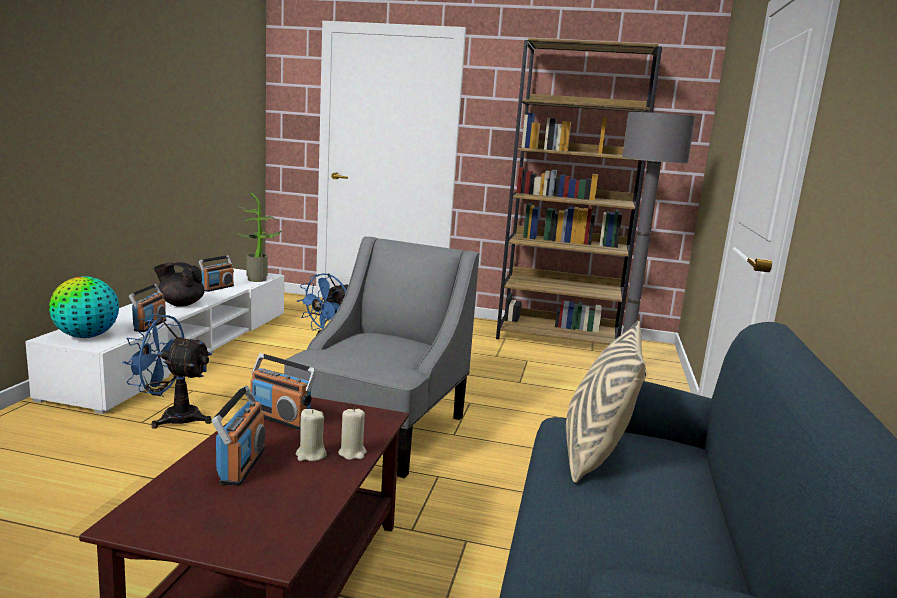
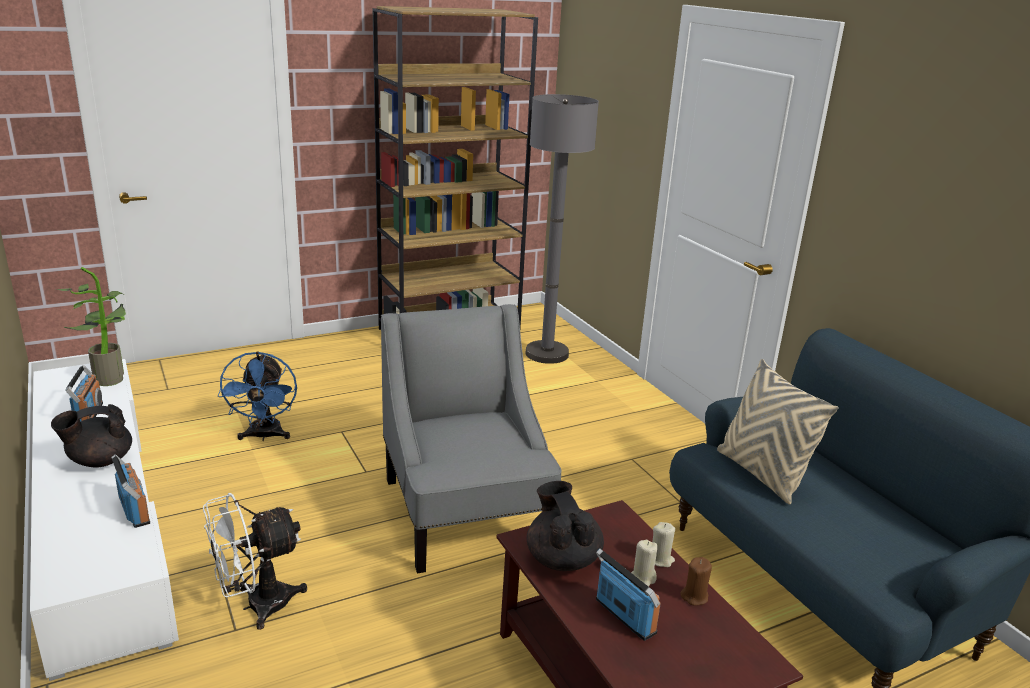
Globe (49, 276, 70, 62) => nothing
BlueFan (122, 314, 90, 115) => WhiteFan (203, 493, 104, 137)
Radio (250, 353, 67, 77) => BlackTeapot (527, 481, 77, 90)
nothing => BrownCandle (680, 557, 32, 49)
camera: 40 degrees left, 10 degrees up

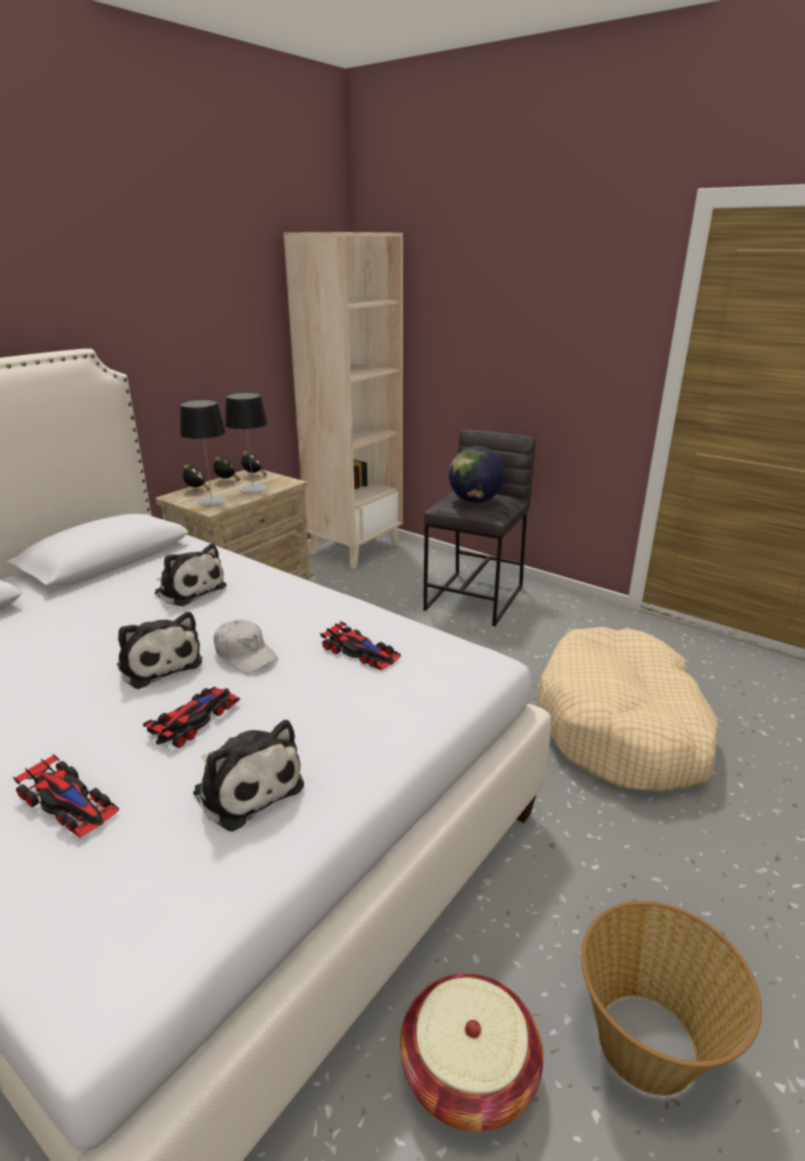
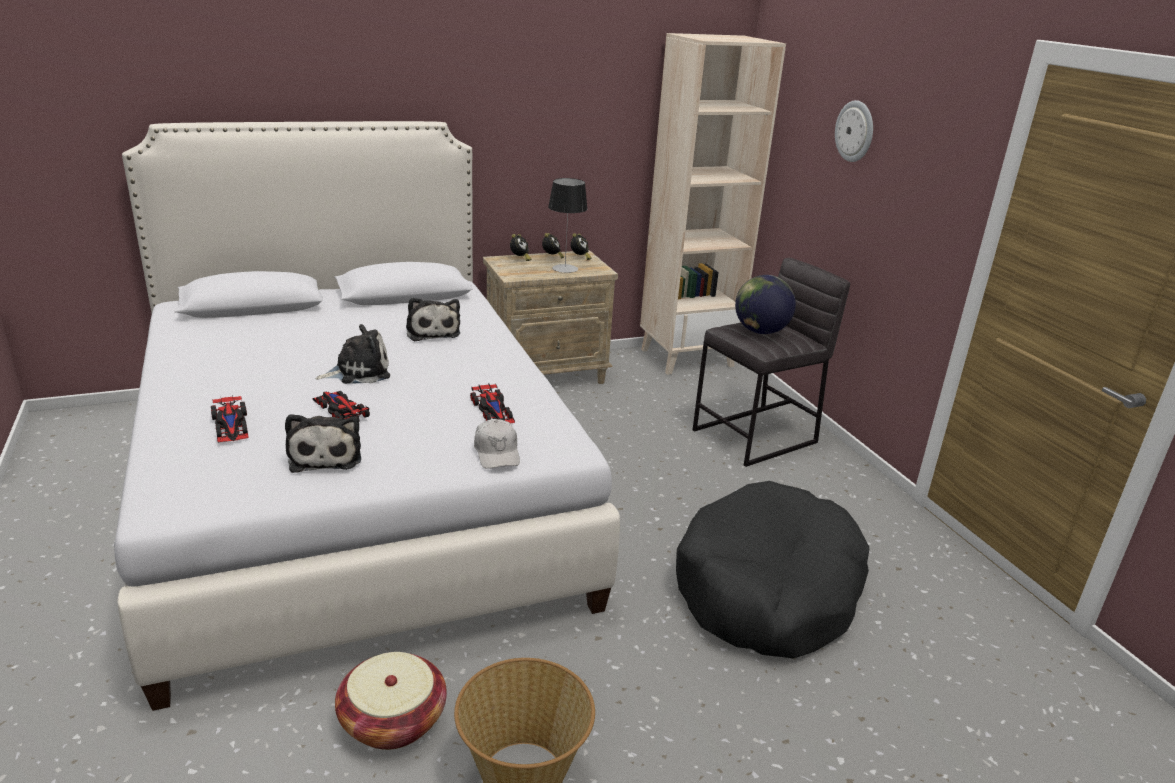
TableLamp (180, 400, 47, 106) => nothing
PlushToy (117, 612, 85, 77) => PlushToy (315, 324, 75, 60), 105 degrees counterclockwise
WhiteCap (214, 619, 64, 54) => WhiteCap (474, 419, 46, 50), shifted
BeigeDogBed (537, 627, 181, 165) => BlackDogBed (676, 481, 193, 178)
ToyCar (143, 687, 97, 61) => ToyCar (313, 391, 57, 30), 105 degrees counterclockwise
nothing => WallClock (835, 100, 38, 62)
camera: 30 degrees right, 0 degrees up

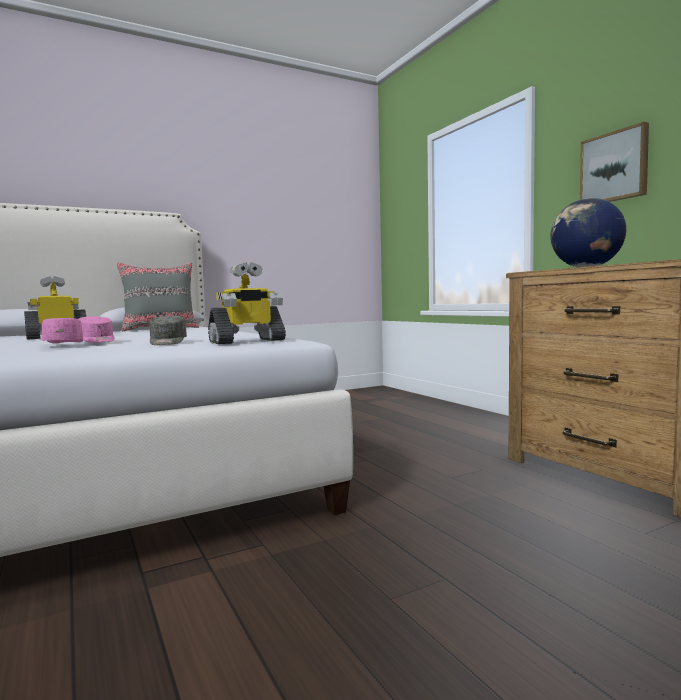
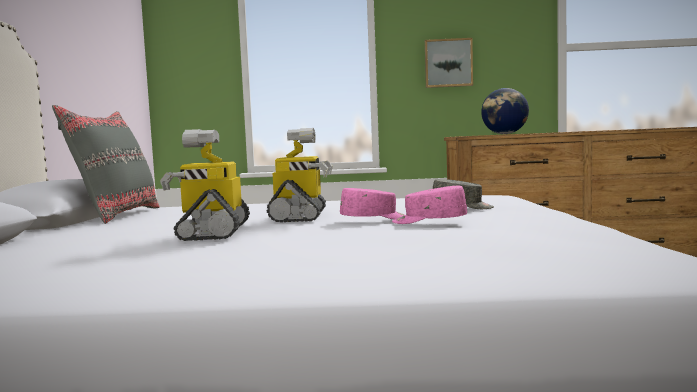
ToyRobot (208, 262, 78, 82) => ToyRobot (267, 128, 66, 94), shifted
camera: 60 degrees left, 0 degrees up

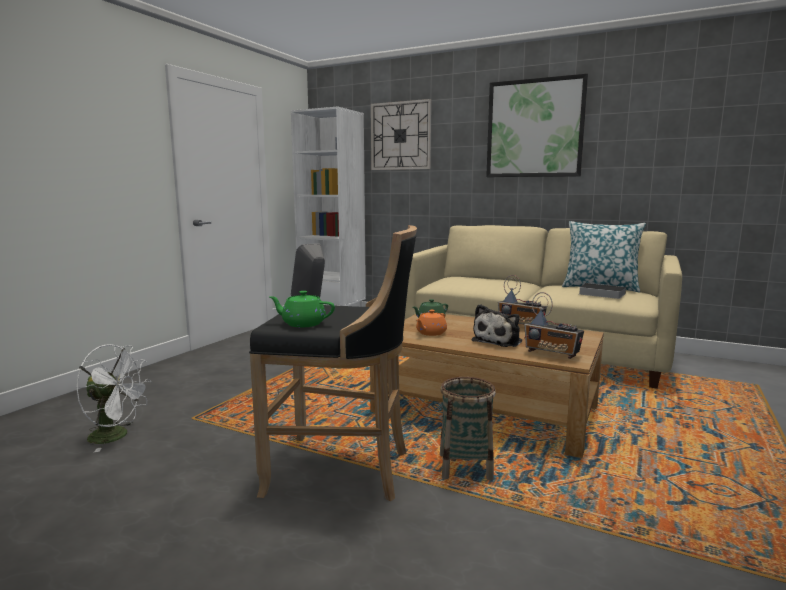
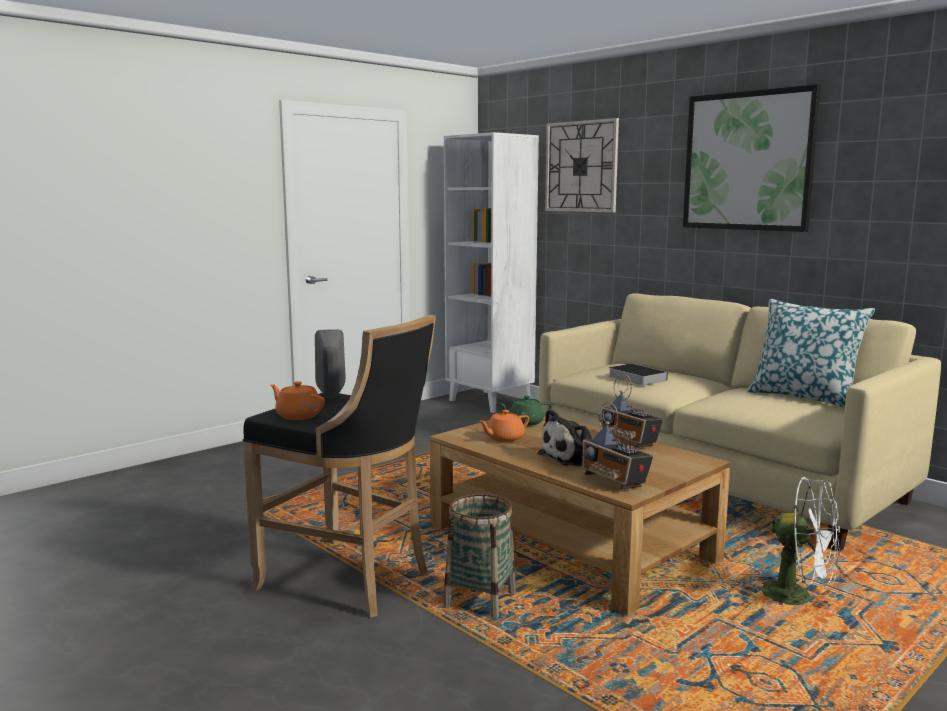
Book (579, 283, 47, 16) => Book (608, 364, 60, 21), shifted
GreenTeapot (269, 291, 66, 36) => OrangeTeapot (270, 381, 55, 39)
WhiteFan (76, 344, 75, 108) => WhiteFan (758, 477, 82, 128), shifted
camera: 20 degrees right, 0 degrees up

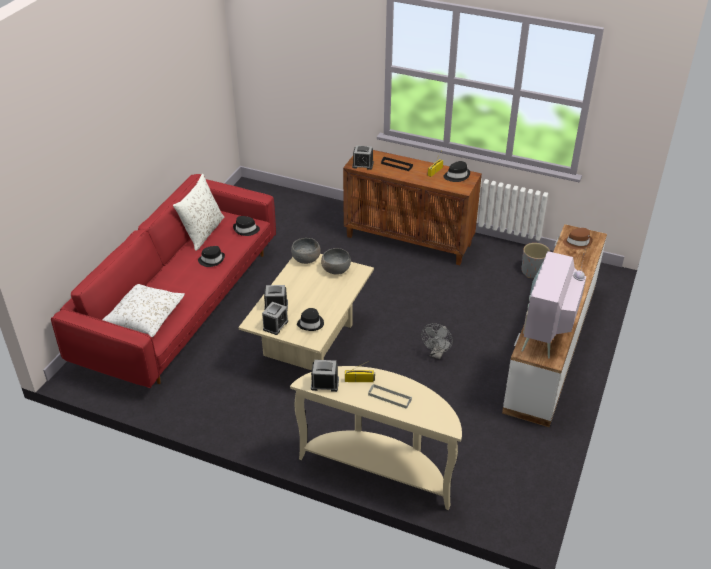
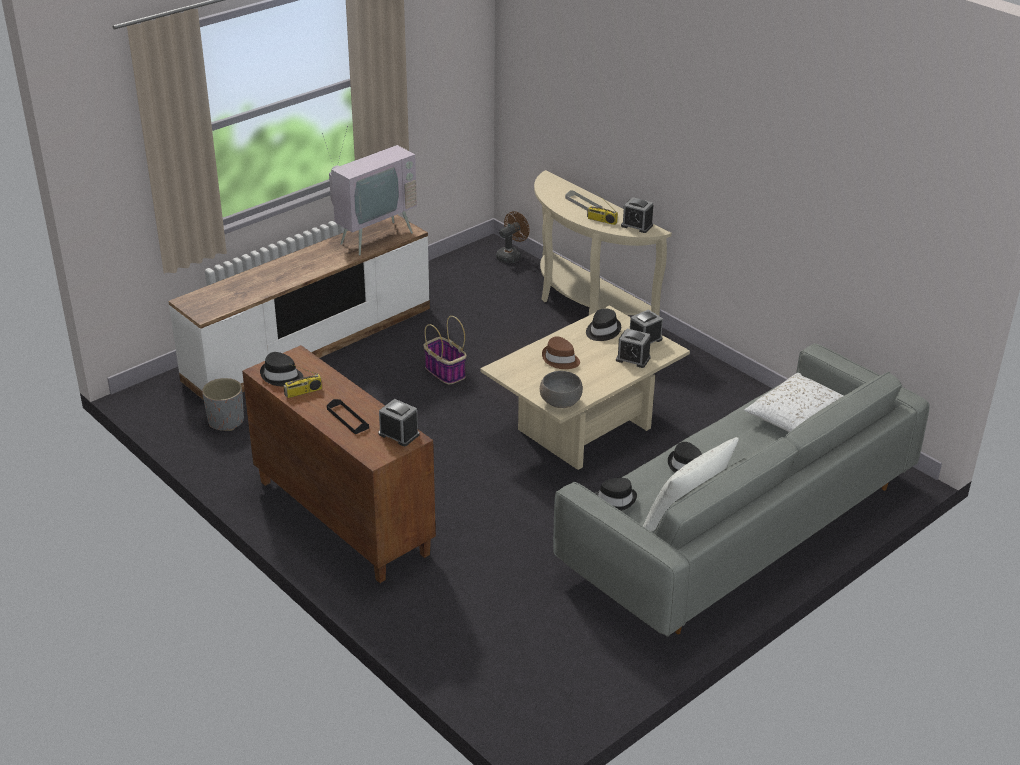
RedSofa (51, 174, 225, 214) => GreySofa (553, 344, 377, 293)
BrownHat (563, 228, 30, 22) => BrownHat (542, 336, 38, 33), shifted
GreyBowl (321, 248, 30, 27) => nothing
GreyFan (421, 323, 32, 36) => Basket (424, 316, 43, 68)
nothing => BrownFan (496, 211, 34, 52)
camera: 155 degrees left, 5 degrees down

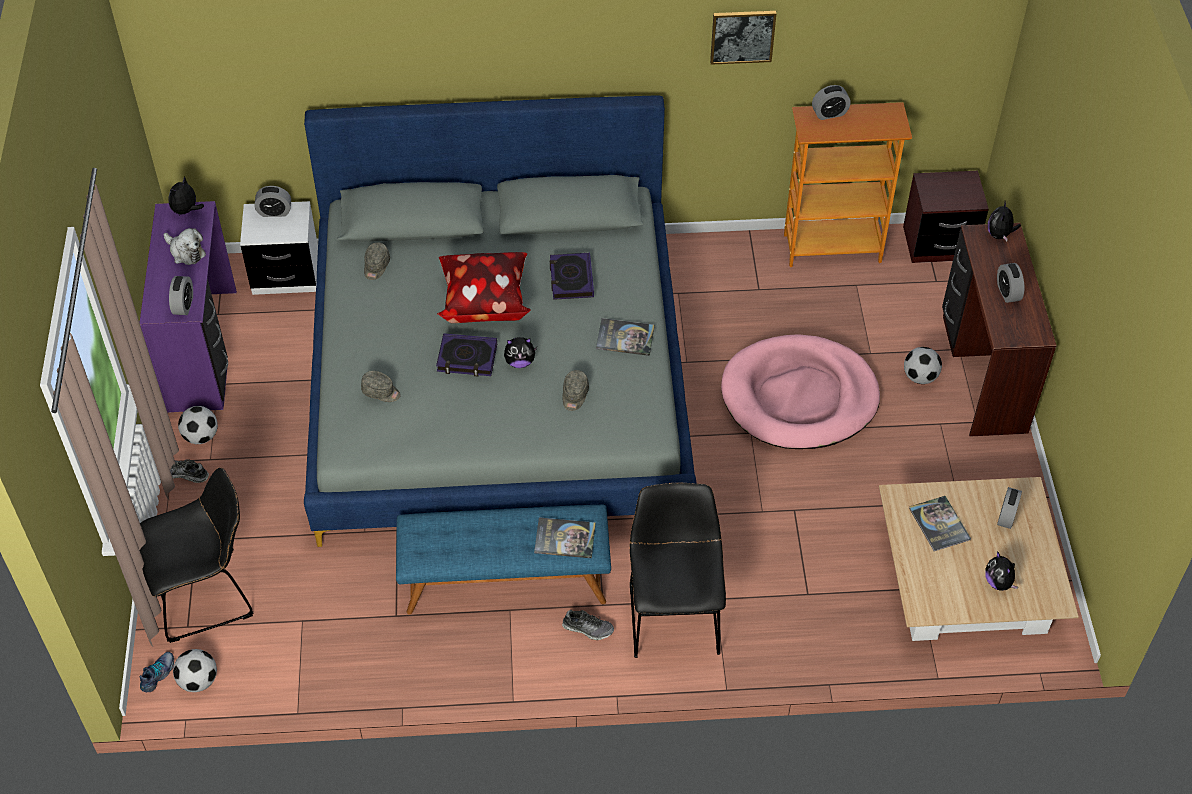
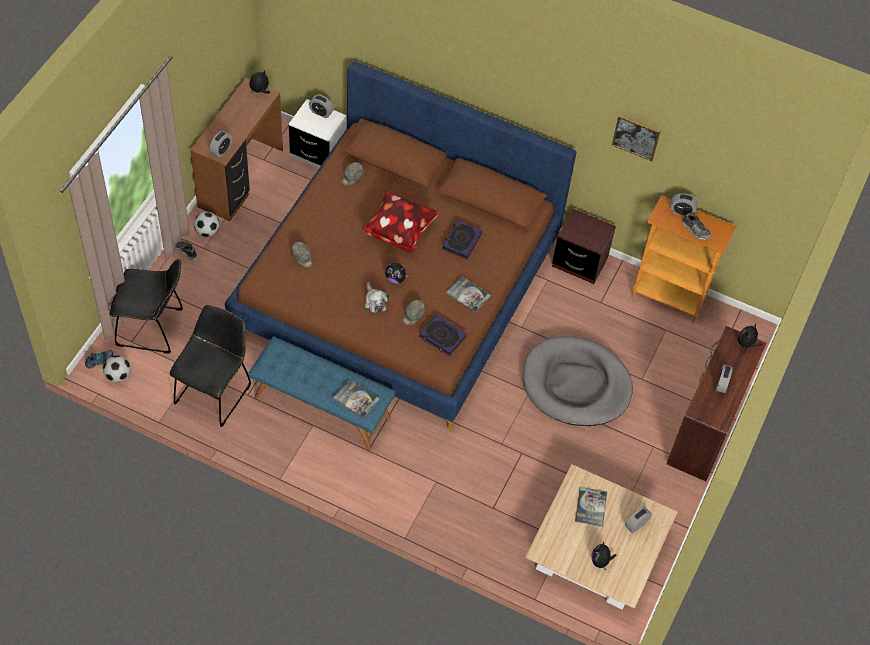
GreyBed (304, 96, 393, 451) => BrownBed (225, 61, 352, 370)
BrownNightstand (903, 171, 86, 92) => BrownNightstand (552, 209, 64, 75), shifted
PurpleDesk (139, 201, 98, 212) => BrownDesk (190, 78, 93, 143)
PlushToy (164, 228, 42, 37) => PlushToy (365, 282, 24, 32), shifted
Book (436, 333, 61, 43) => Book (419, 314, 48, 42), shifted
PinkDogBed (721, 334, 159, 115) => GreyDogBed (523, 336, 110, 90)
Football (904, 347, 38, 37) => nothing
BlackChair (630, 483, 96, 175) => BlackChair (170, 305, 81, 122), shifted
Shoe (562, 610, 52, 30) => Shoe (681, 213, 31, 27), shifted
camera: 25 degrees right, 5 degrees up

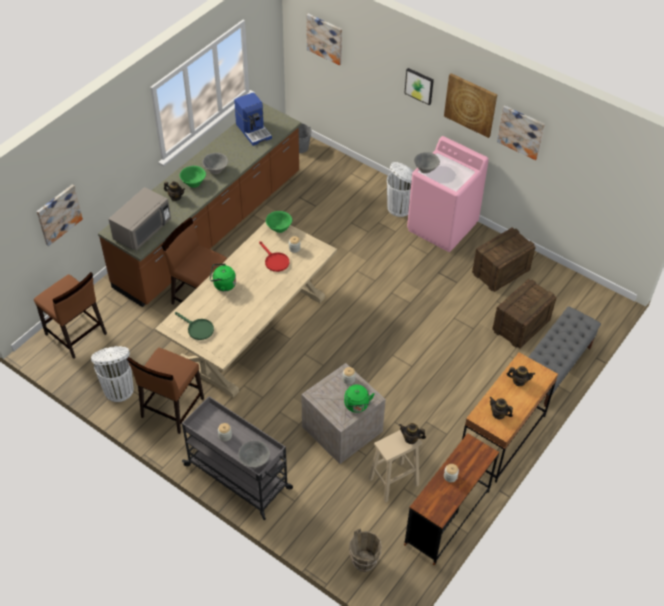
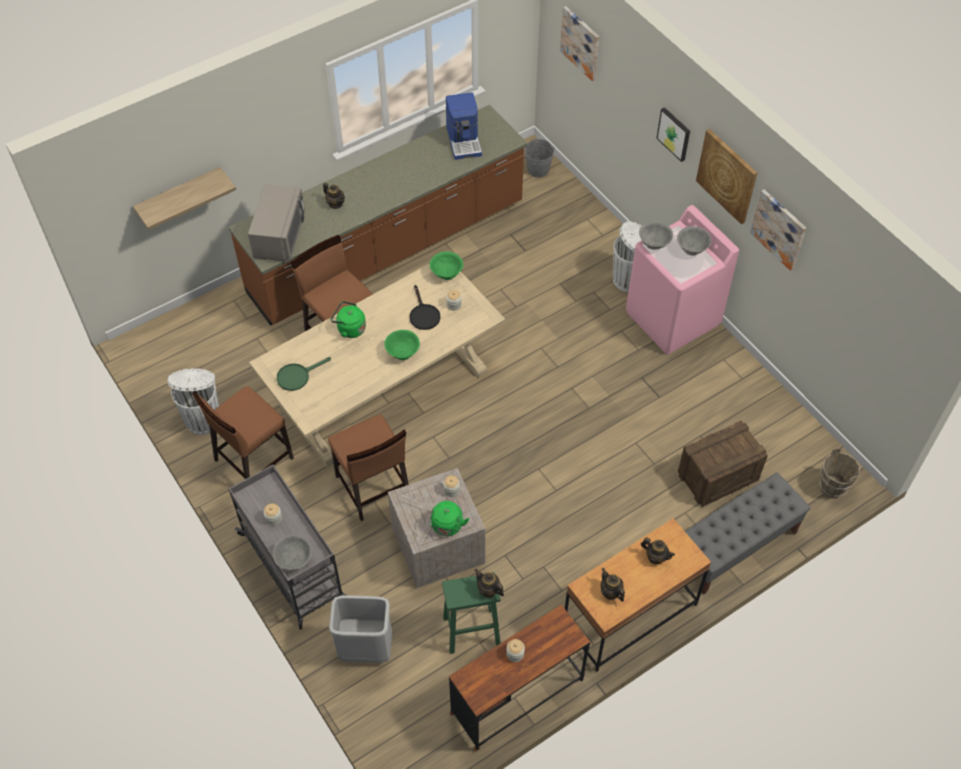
GreyBowl (202, 153, 26, 21) => GreyBowl (677, 226, 35, 30), shifted
GreenBowl (180, 166, 26, 22) => GreenBowl (384, 330, 36, 30), shifted
Picture (37, 185, 46, 61) => Shelf (133, 167, 103, 63)
GreyMicrowave (109, 187, 62, 63) => GreyMicrowave (248, 184, 57, 77), 45 degrees counterclockwise
Crate (472, 227, 64, 65) => nothing
RedFryingPan (259, 241, 30, 31) => BlackFryingPan (410, 285, 30, 45)
BrownChair (34, 272, 73, 86) => BrownChair (328, 414, 81, 107), shifted
GreenFryingPan (175, 312, 39, 28) => GreenFryingPan (277, 357, 54, 34), 90 degrees clockwise
BeigeStool (368, 430, 54, 73) => GreenStool (442, 572, 59, 82)
BrownBucket (349, 529, 33, 43) => BrownBucket (819, 448, 41, 50), shifted
nothing => GreyTrashCan (329, 595, 63, 68)
camera: 20 degrees right, 5 degrees up

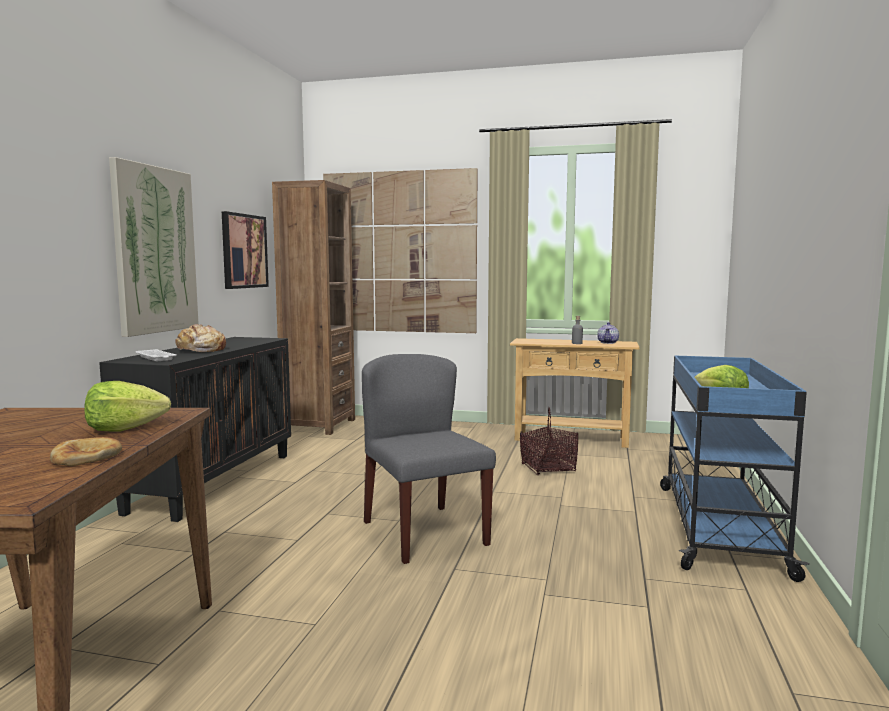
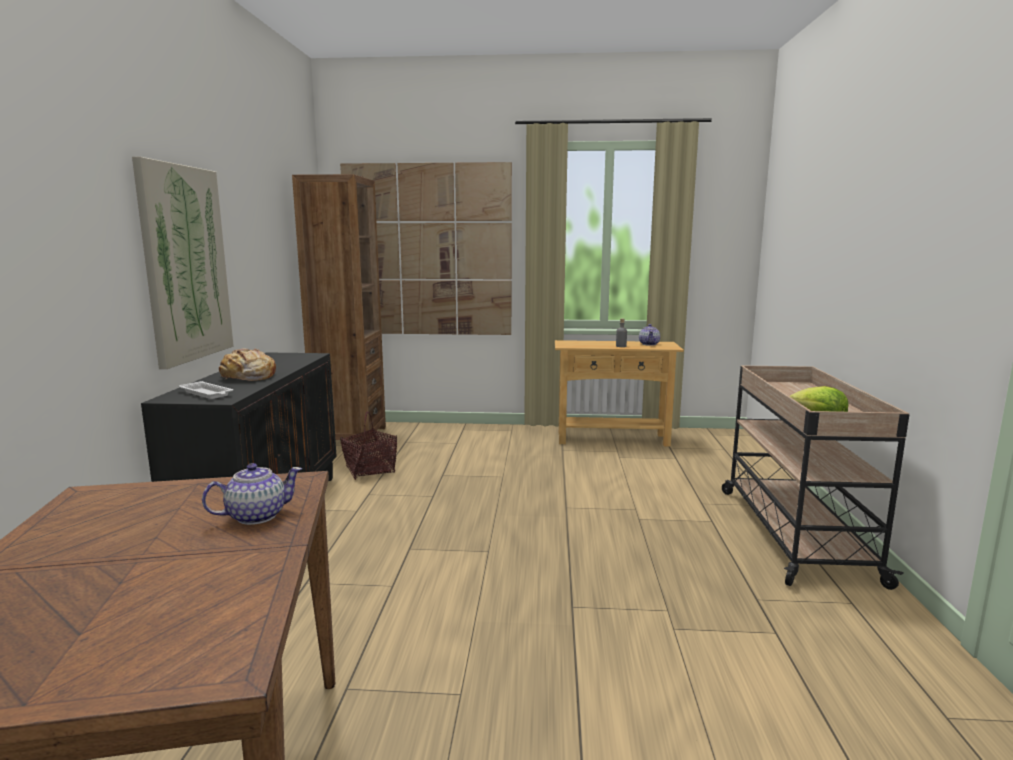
Picture (222, 211, 47, 78) => nothing
GreyChair (362, 354, 134, 210) => nothing
BlueCart (660, 355, 150, 227) => BeigeCart (722, 366, 187, 224)
Lettuce (84, 381, 87, 50) => Teapot (202, 463, 100, 62)
Basket (520, 407, 58, 69) => Basket (340, 411, 57, 69), shifted
Bread (50, 437, 72, 29) => nothing
camera: 10 degrees left, 5 degrees up

